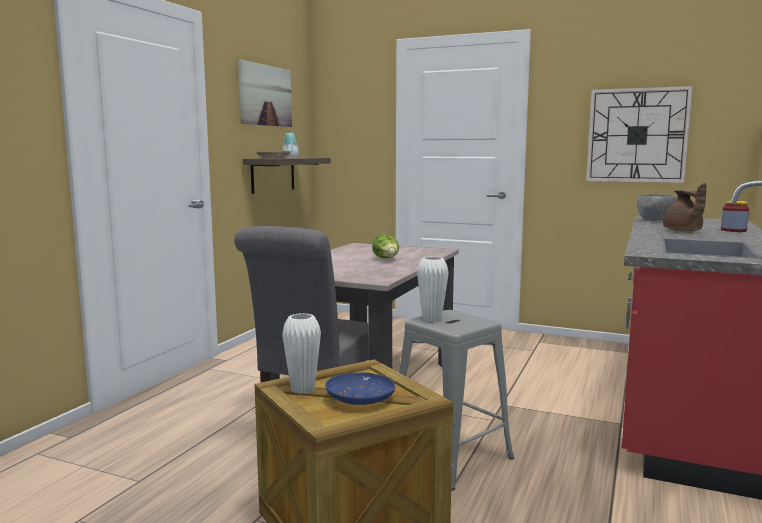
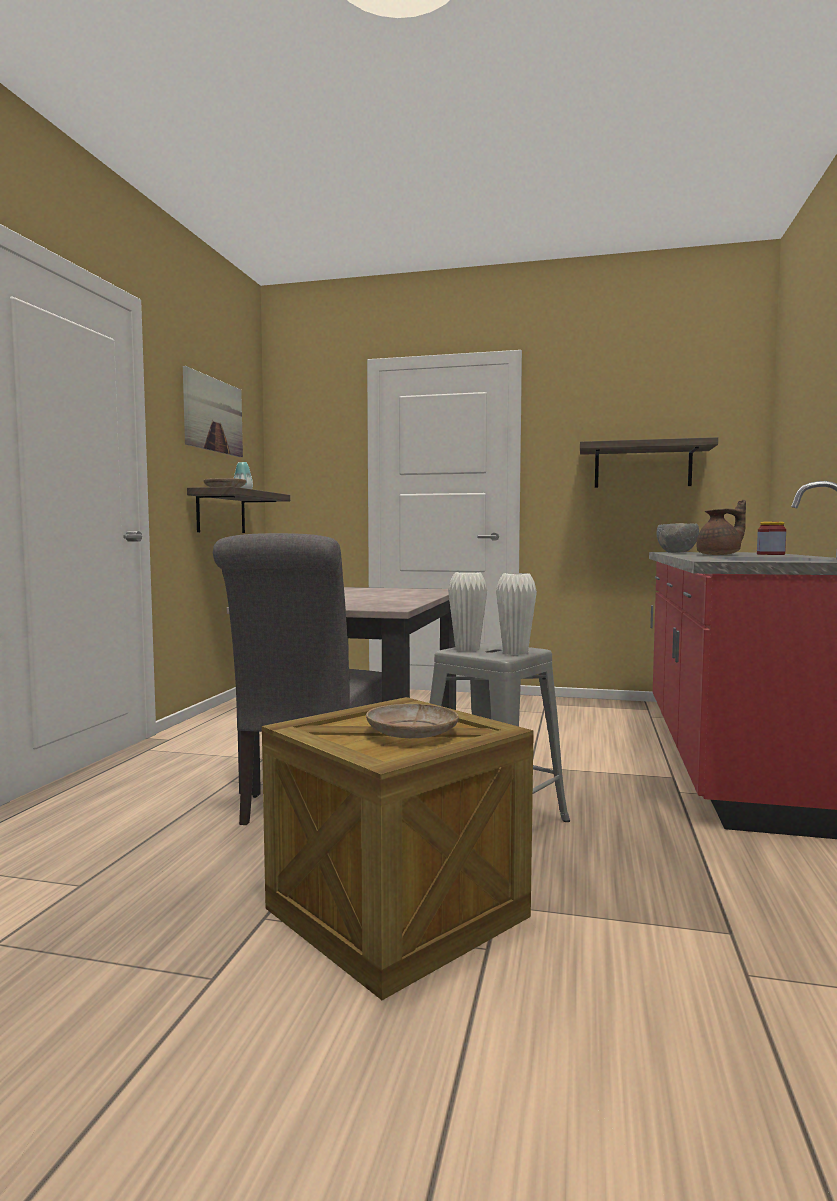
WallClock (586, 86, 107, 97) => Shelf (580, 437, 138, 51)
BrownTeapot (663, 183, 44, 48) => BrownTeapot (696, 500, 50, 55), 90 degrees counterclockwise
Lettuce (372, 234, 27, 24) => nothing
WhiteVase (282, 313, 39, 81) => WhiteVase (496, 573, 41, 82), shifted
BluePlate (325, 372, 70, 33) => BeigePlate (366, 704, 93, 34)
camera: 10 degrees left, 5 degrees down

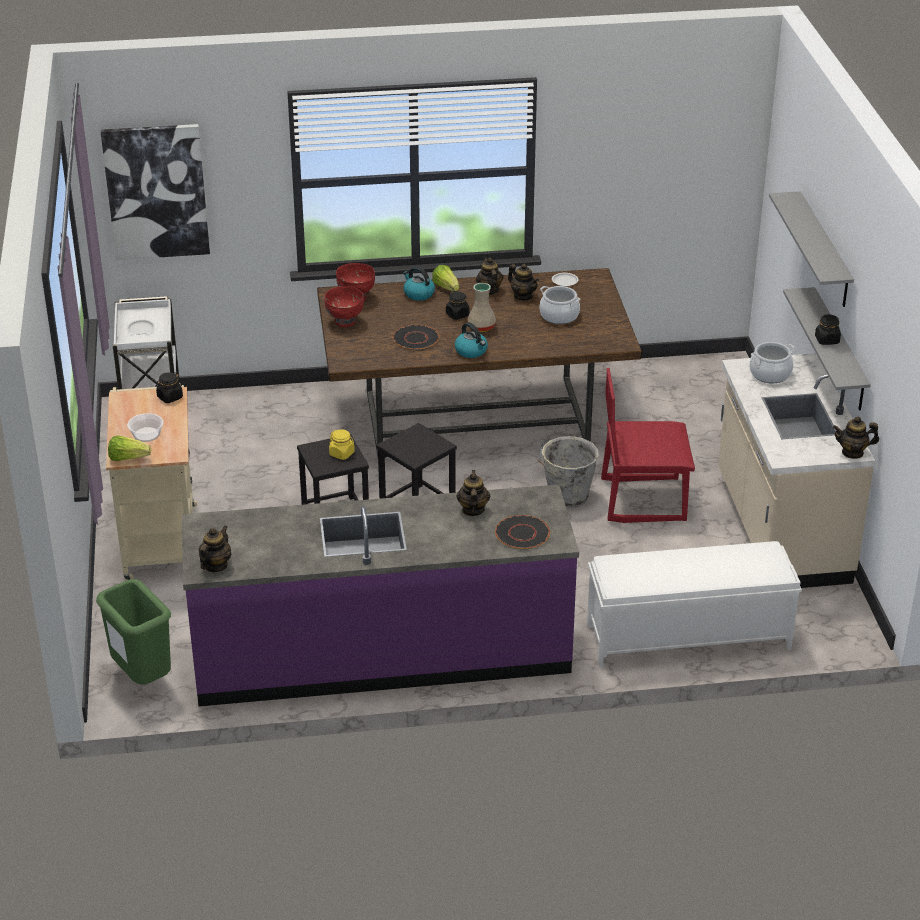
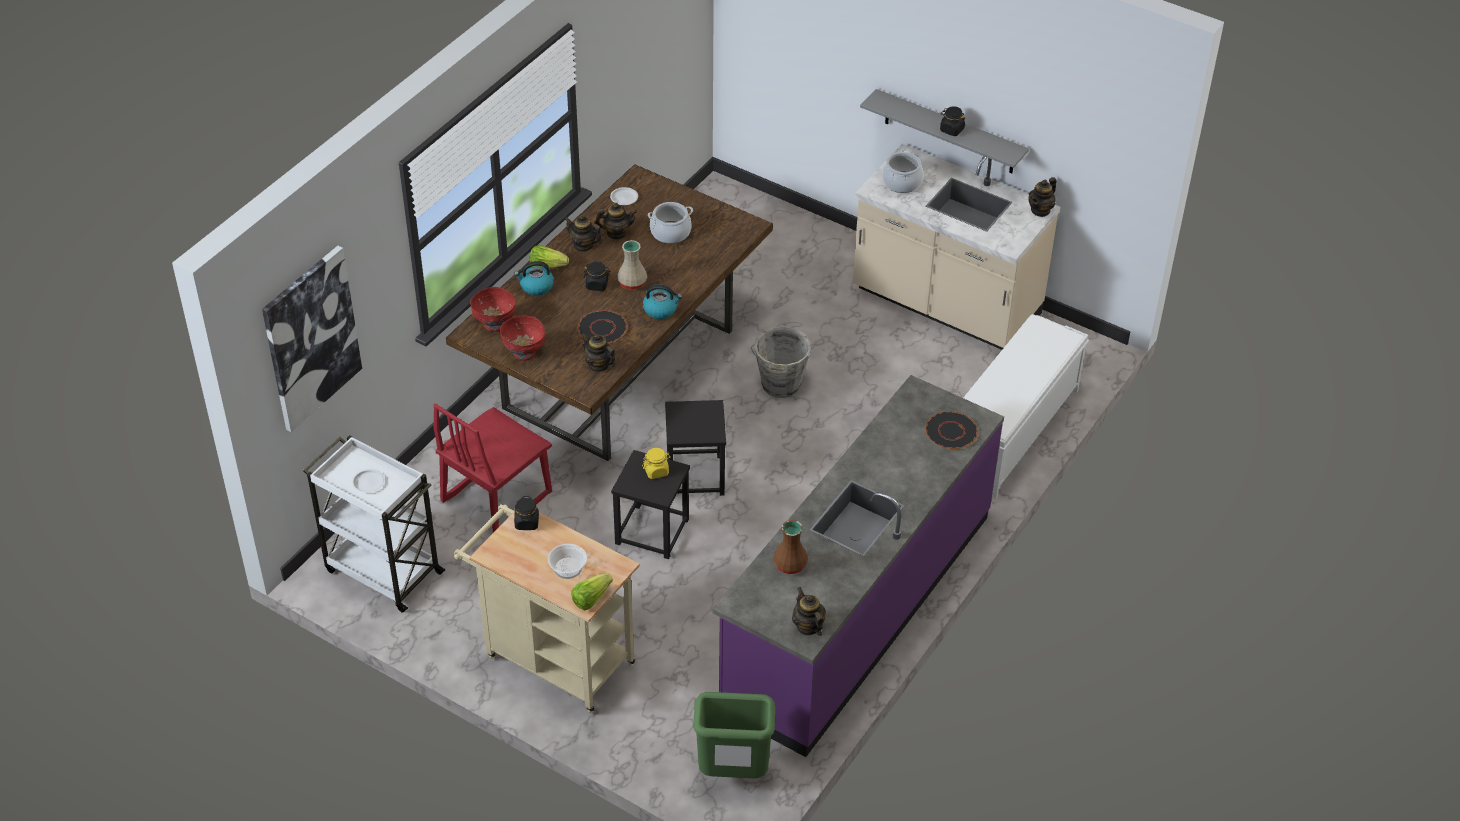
GreyShelf (769, 191, 85, 116) => nothing
RedChair (601, 368, 94, 155) => RedChair (433, 403, 119, 130), shifted
Teapot (456, 470, 34, 46) => Teapot (581, 332, 35, 40), shifted
nothing => BrownVase (774, 520, 34, 54)
camera: 50 degrees left, 10 degrees up

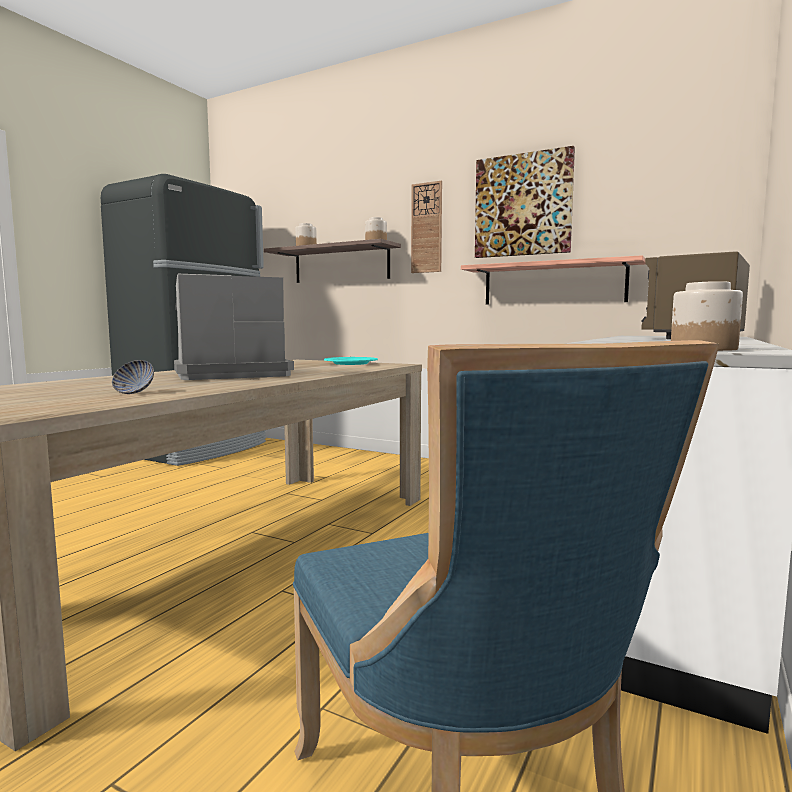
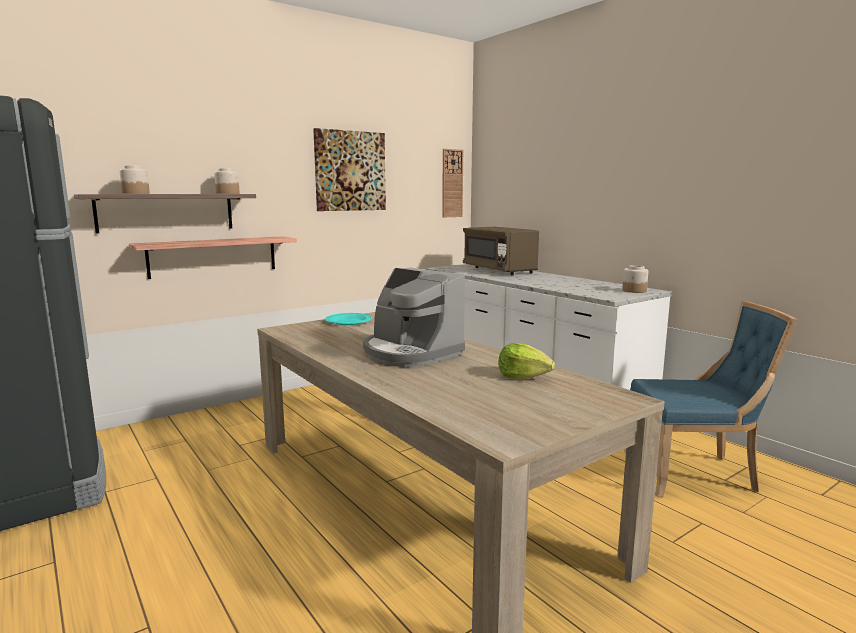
WallClock (411, 181, 31, 92) => WallClock (442, 149, 21, 68), shifted
Shelf (461, 255, 185, 50) => Shelf (129, 236, 168, 43), shifted
CoffeeMachine (174, 274, 120, 106) => CoffeeMachine (363, 268, 102, 99), 45 degrees counterclockwise
Bowl (112, 360, 42, 34) => Lettuce (498, 343, 57, 36)
camera: 65 degrees left, 5 degrees up

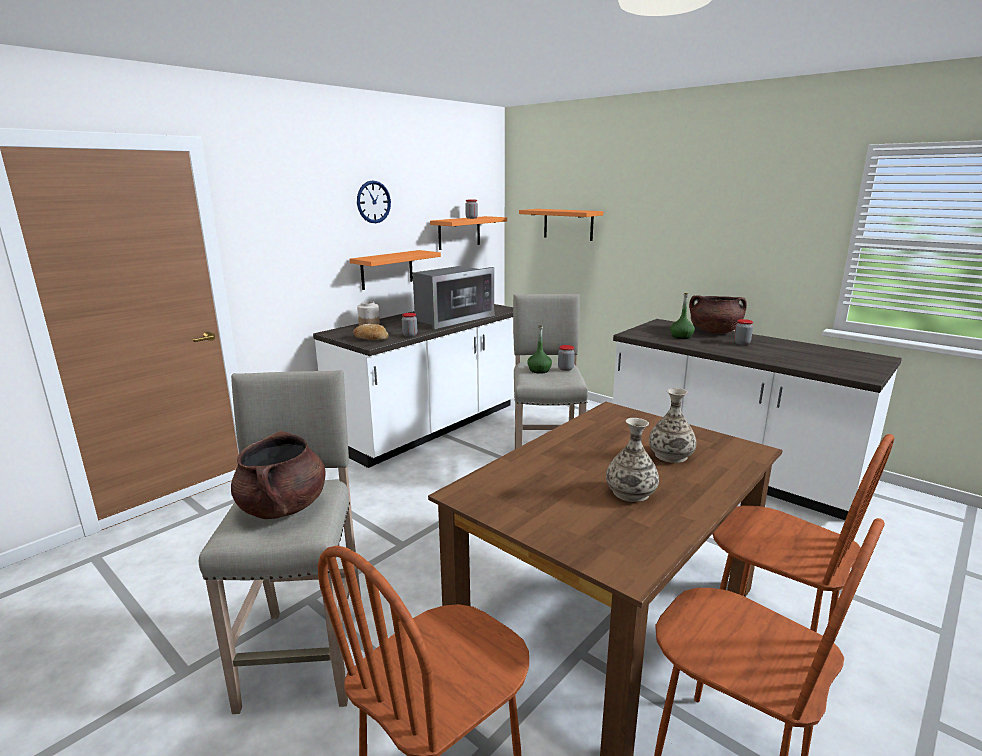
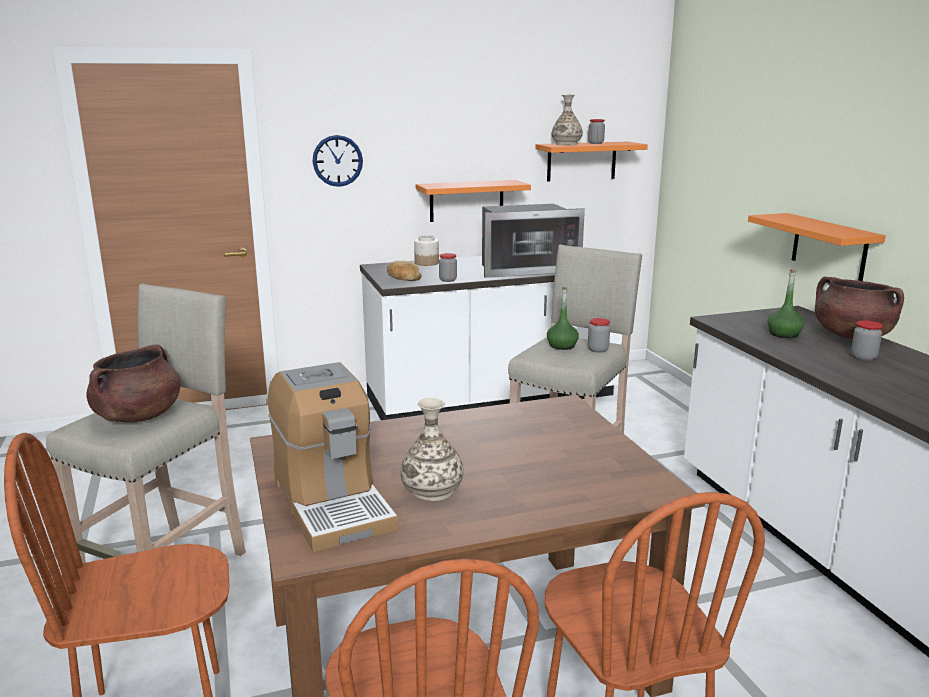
WallClock (357, 180, 34, 43) => WallClock (312, 135, 51, 52), shifted
OrangeShelf (519, 209, 84, 32) => OrangeShelf (748, 213, 138, 68), shifted
Vase (649, 388, 47, 75) => Vase (552, 95, 31, 50), shifted
nothing => CoffeeMachine (268, 362, 130, 190)
camera: 30 degrees right, 0 degrees up

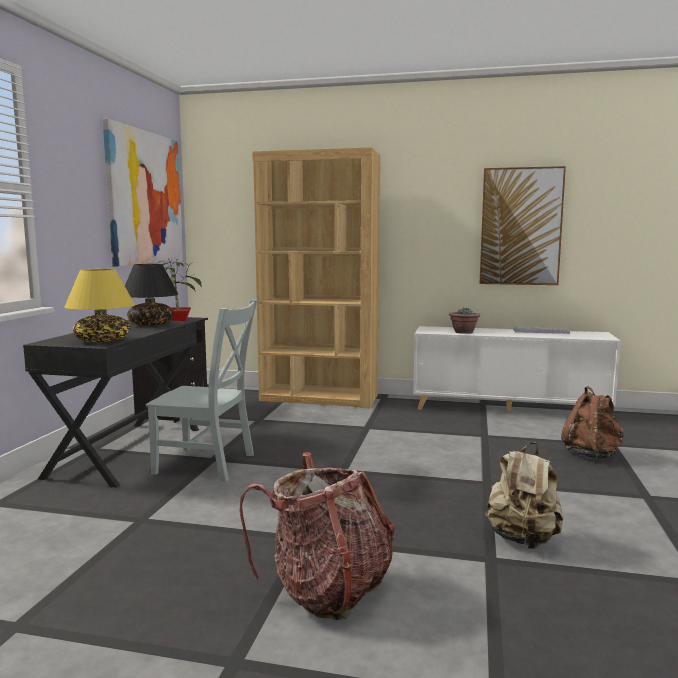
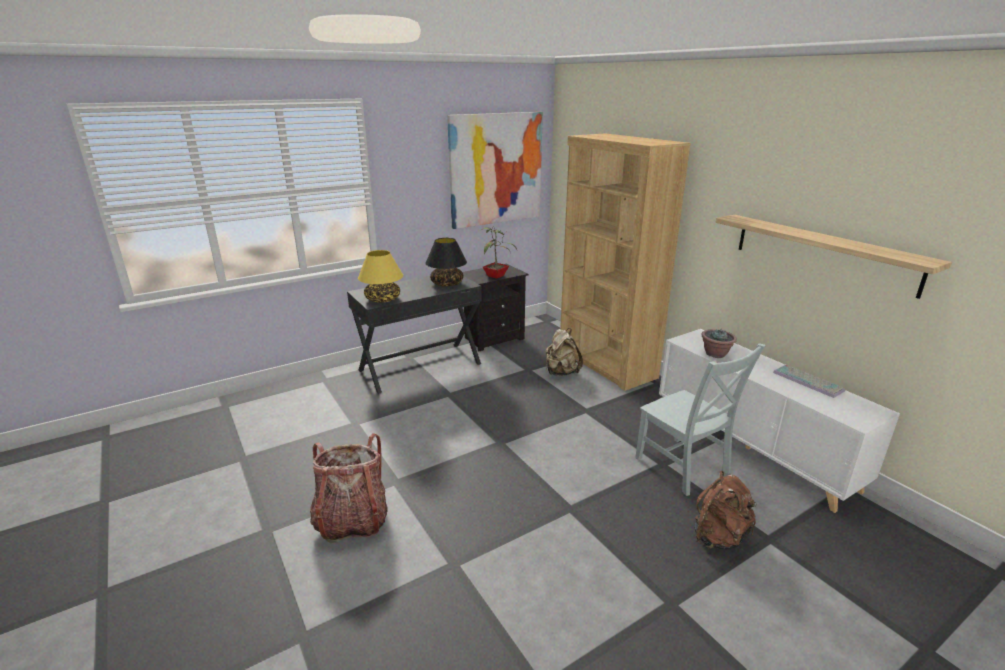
Picture (480, 166, 86, 119) => Shelf (715, 215, 237, 84)
GreyChair (146, 300, 111, 182) => GreyChair (635, 343, 131, 153), shifted
BeigeBackpack (485, 442, 78, 107) => BeigeBackpack (546, 328, 37, 48), shifted
camera: 45 degrees right, 15 degrees up

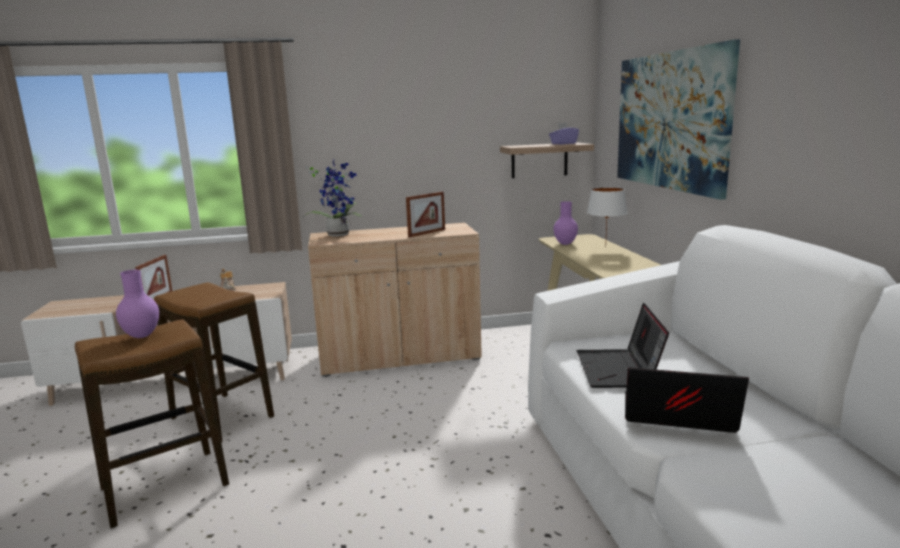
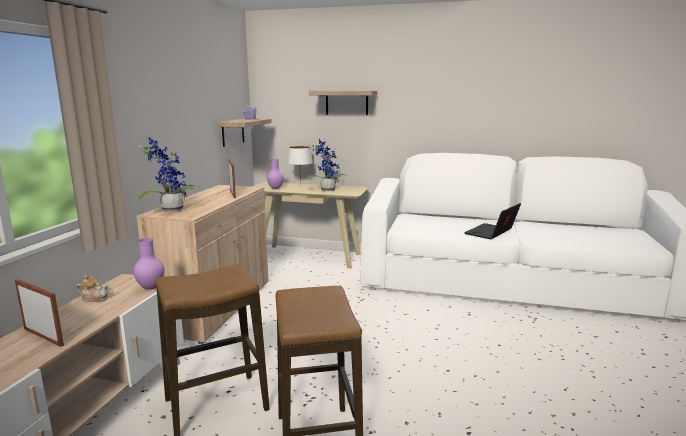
Picture (617, 39, 123, 161) => Shelf (309, 91, 68, 24)
PurpleVase (116, 270, 43, 68) => PurpleVase (133, 238, 32, 52), shifted
Laptop (577, 303, 92, 85) => nothing
nothing => PottedPlant (304, 139, 43, 52)
camera: 65 degrees left, 0 degrees up

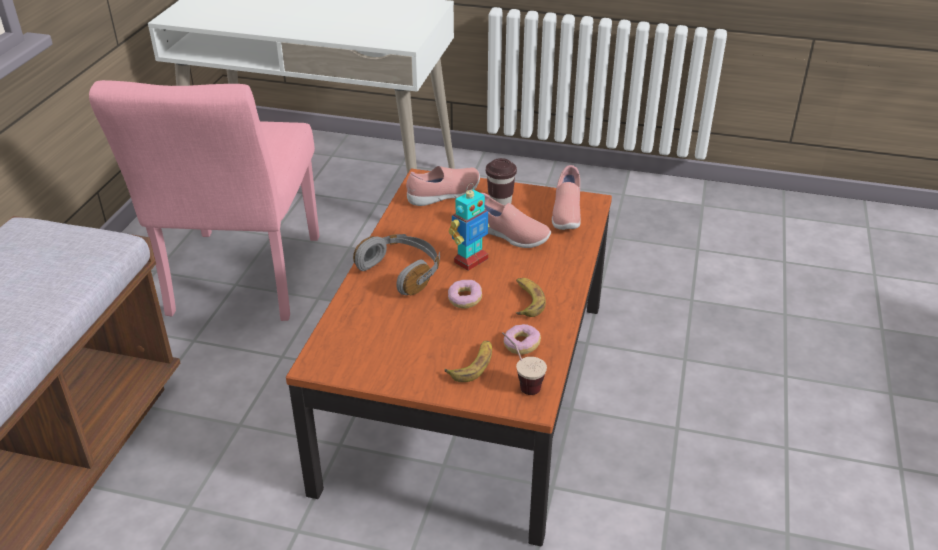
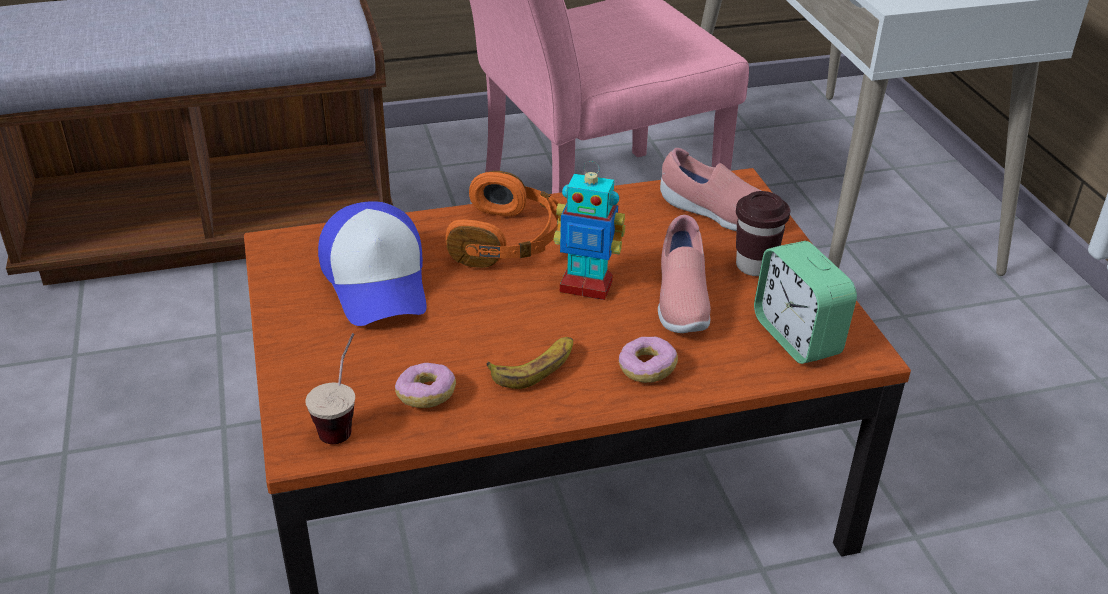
PinkShoe (552, 165, 29, 65) => AlarmClock (754, 241, 103, 123)
GreyHeadphones (353, 234, 87, 61) => OrangeHeadphones (446, 171, 115, 97)
Donut (448, 280, 34, 29) => Donut (619, 337, 59, 46), shifted
Banana (444, 341, 48, 41) => nothing
nothing => Cap (318, 201, 109, 125)
camera: 60 degrees right, 0 degrees up

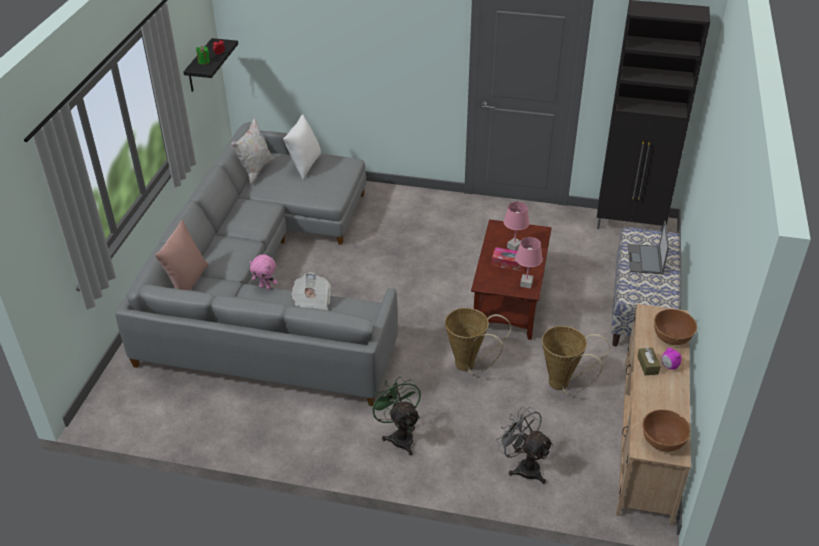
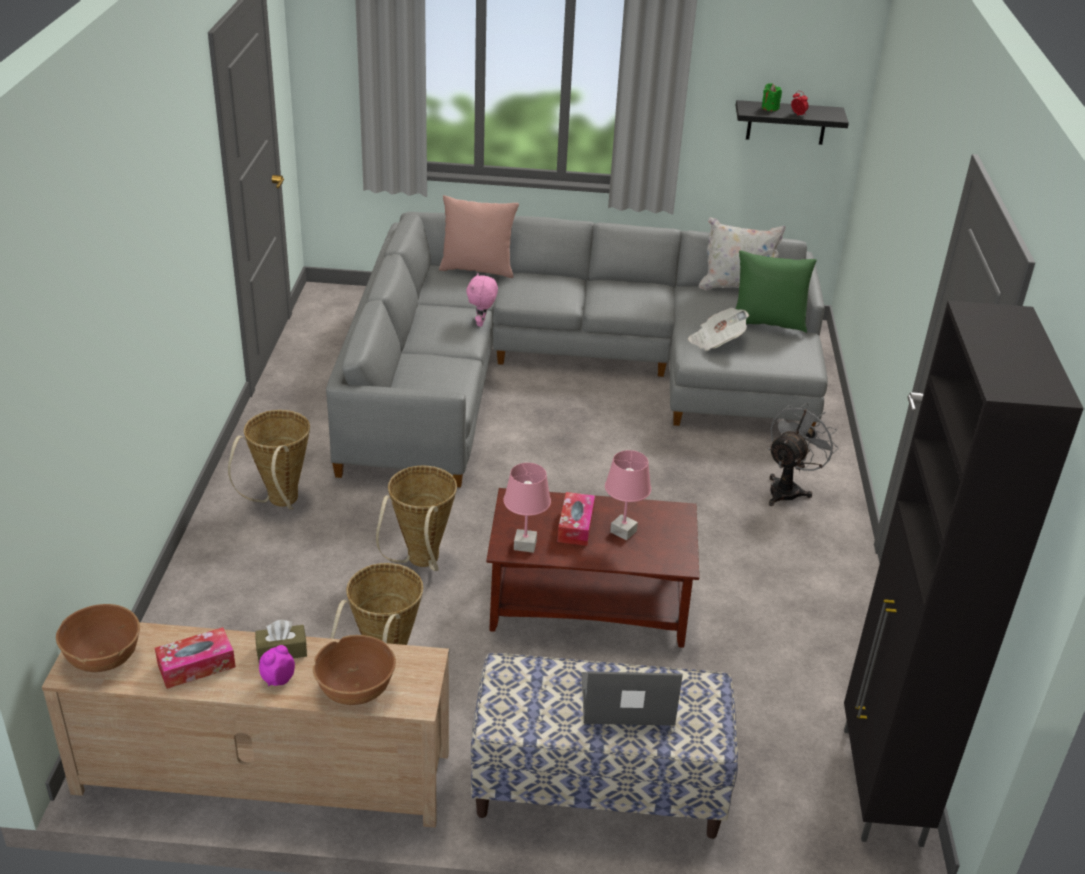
WhitePillow (283, 115, 38, 65) => GreenPillow (736, 250, 81, 83)
Newspaper (291, 272, 40, 38) => Newspaper (688, 308, 61, 43), shifted
GreenFan (369, 376, 52, 80) => Basket (228, 410, 82, 100)
GreyFan (496, 406, 57, 78) => GreyFan (769, 402, 70, 104), shifted
nothing => TissueBox (155, 627, 81, 62)
camera: 80 degrees right, 5 degrees down

